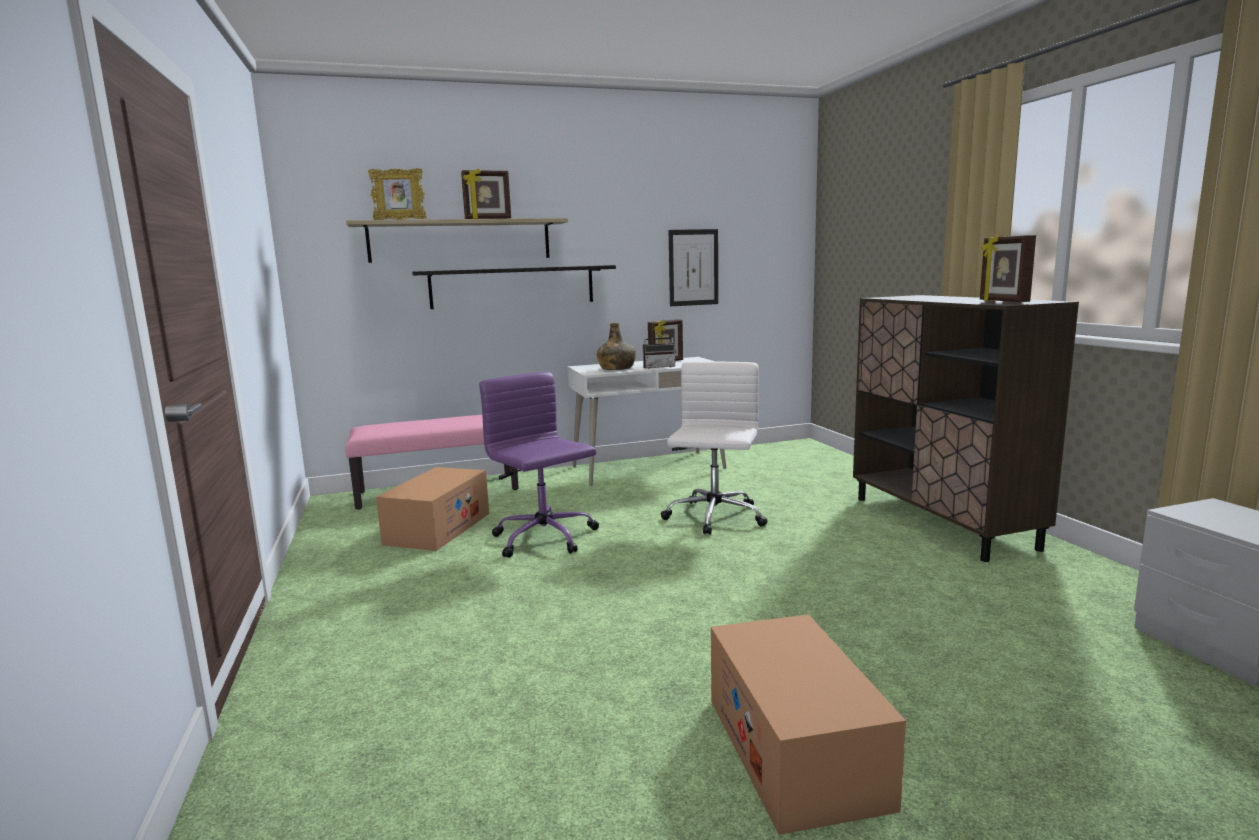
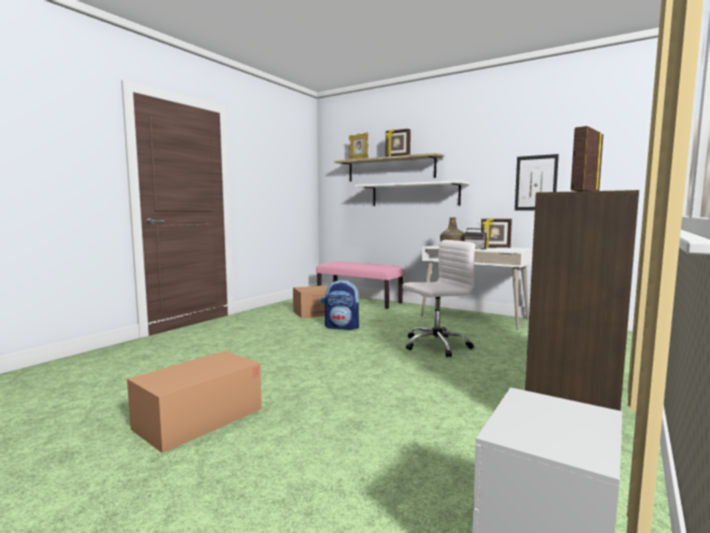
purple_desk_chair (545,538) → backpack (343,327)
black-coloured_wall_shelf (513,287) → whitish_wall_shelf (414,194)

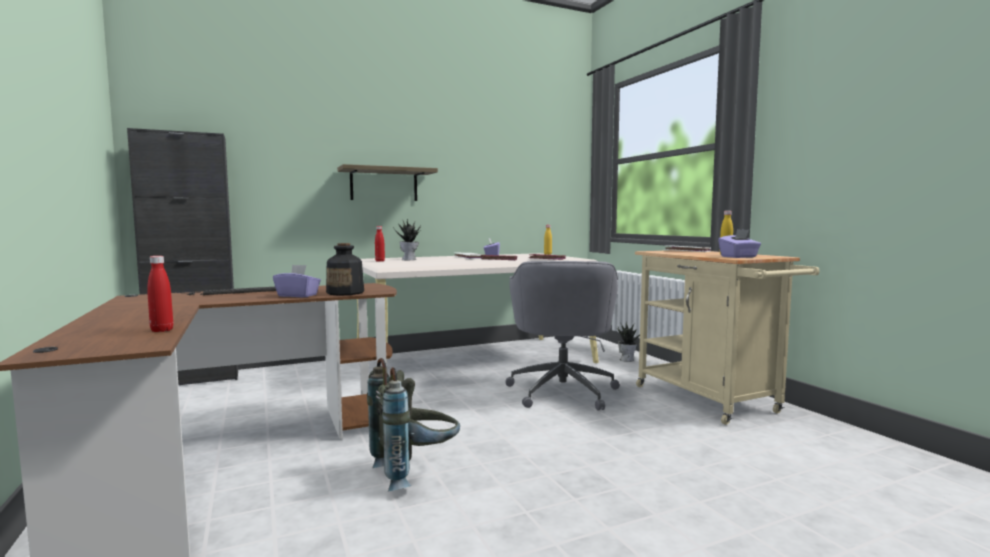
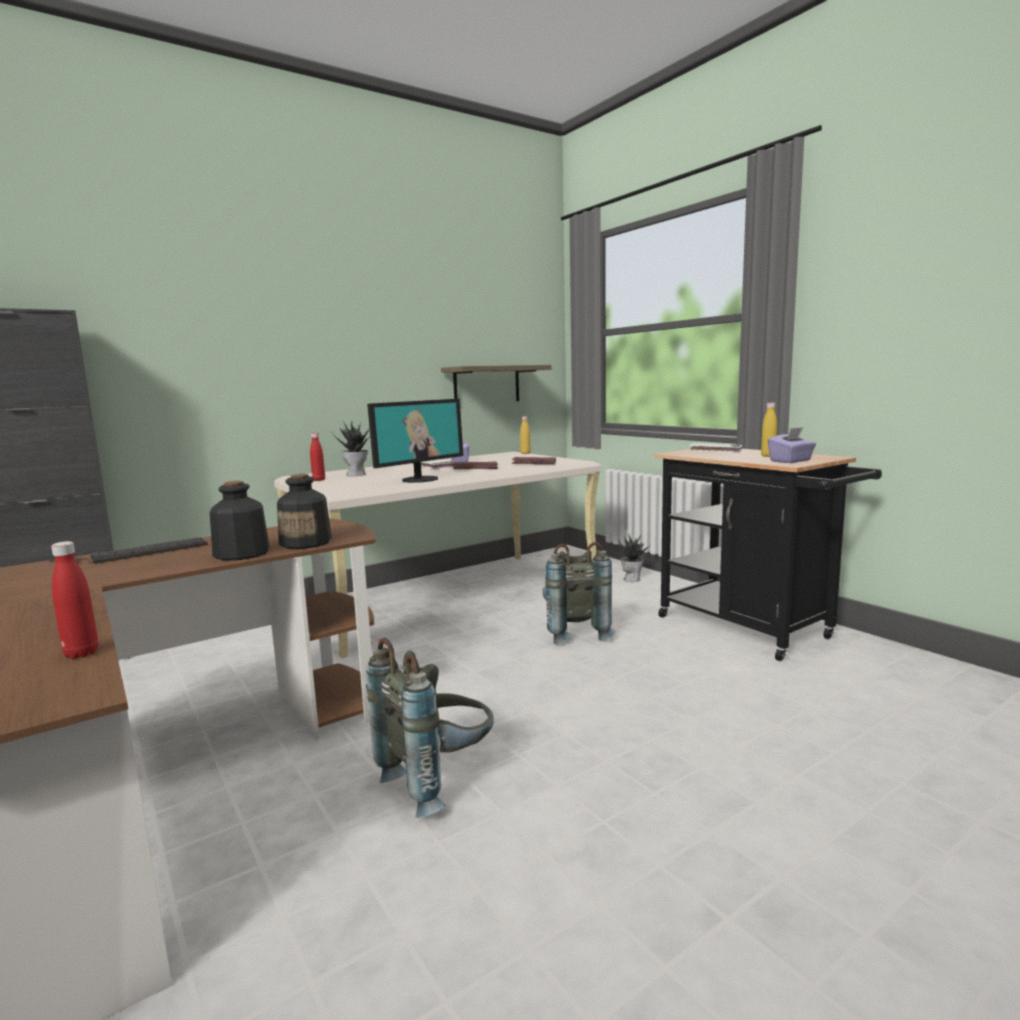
purple_tissue_box (298,295) → beverage_bottle (241,554)
- → computer_screen (419,479)
wall_shelf (384,184) → wall_shelf (486,384), move
grey_desk_chair (562,391) → grey_backpack (574,632)
beige-coloured_cart (712,401) → black-coloured_cart (752,630)

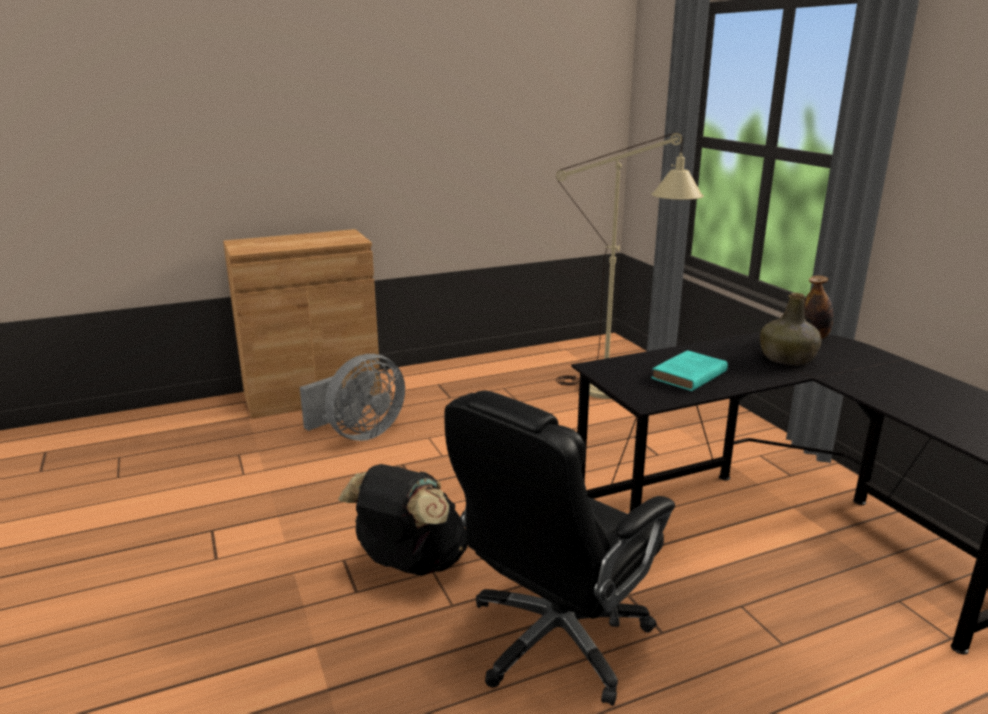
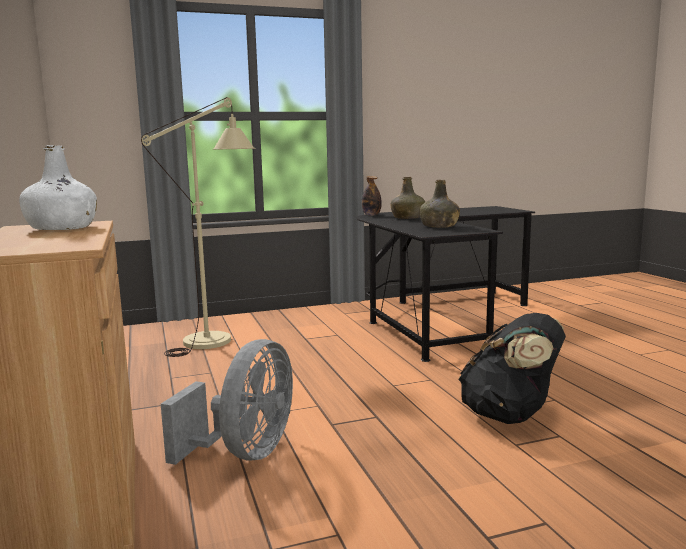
- → whitish_beverage_bottle (62,228)
grey_cooling_fan (359,434) → grey_cooling_fan (246,453), 60 degrees clockwise
turquoise_book (688,376) → green-coloured_beverage_bottle (439,226)
black-coloured_desk_chair (555,639) → -

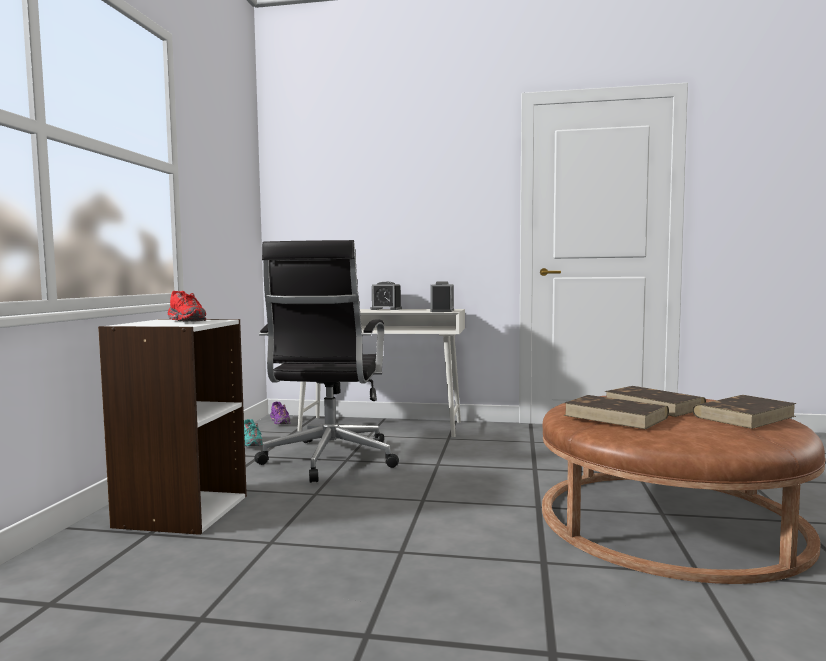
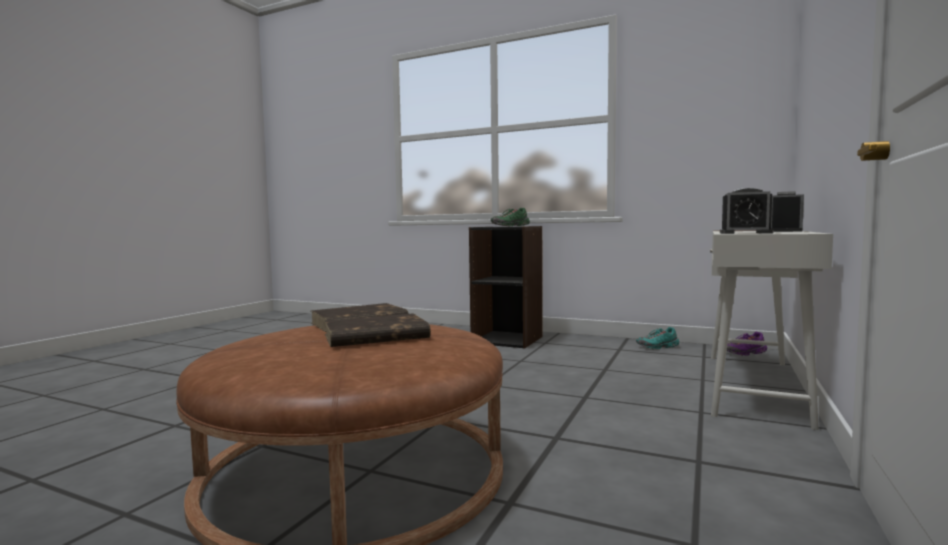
whitish_shelving_unit (181,511) → black-coloured_shelving_unit (507,339)
reddish_shoe (187,321) → green-coloured_shoe (510,226)
black-coloured_desk_chair (329,460) → -
brown-coloured_book (744,416) → -

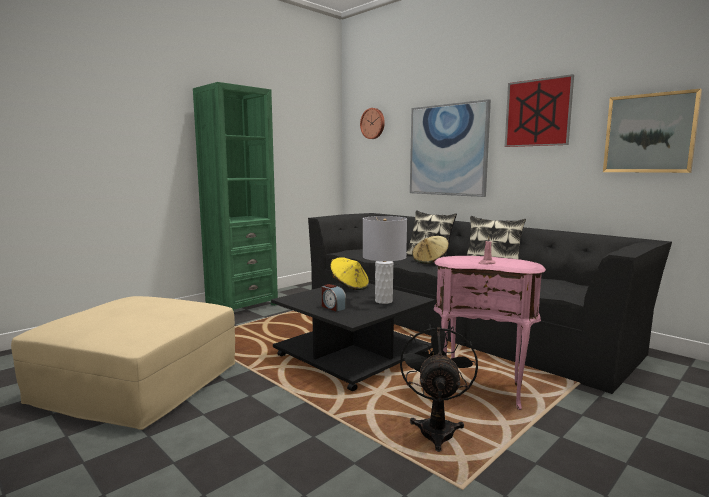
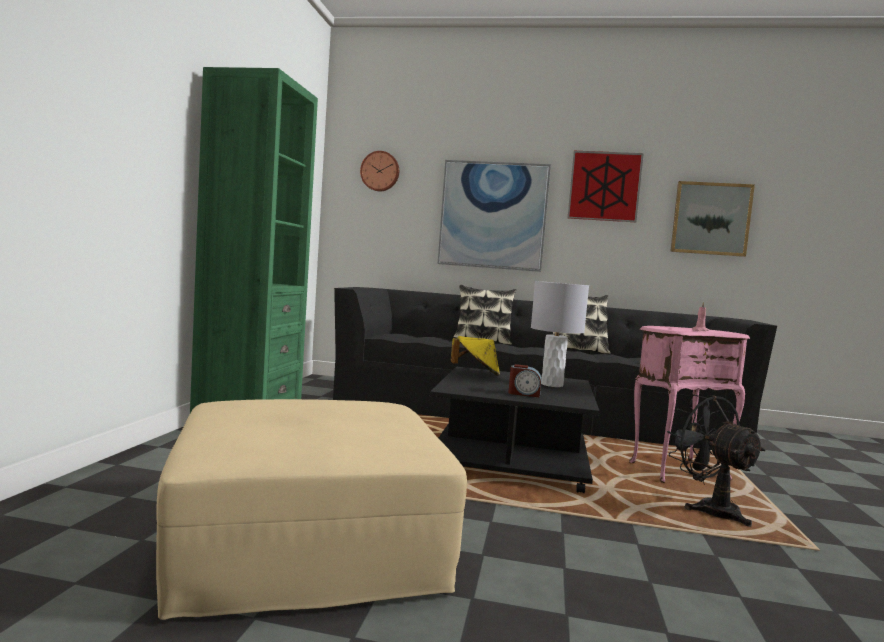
beige-coloured_wearable_hat (430,261) → -

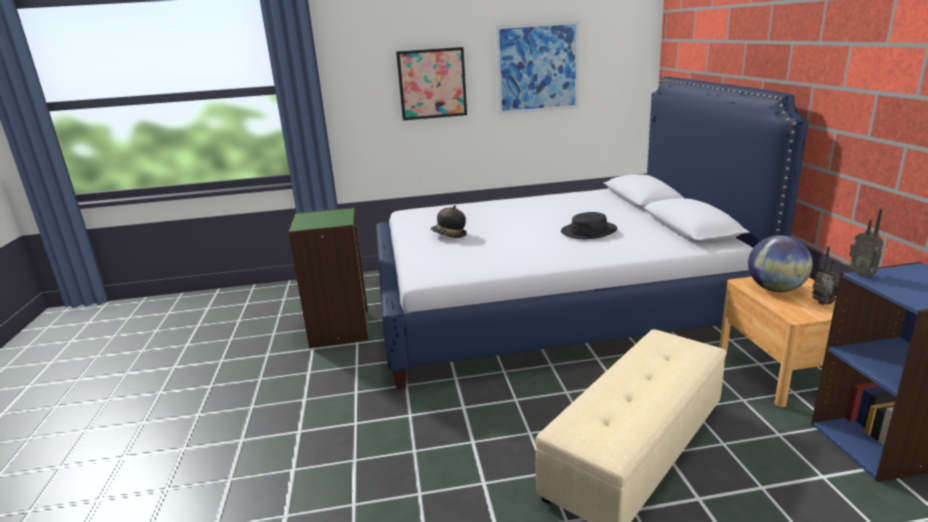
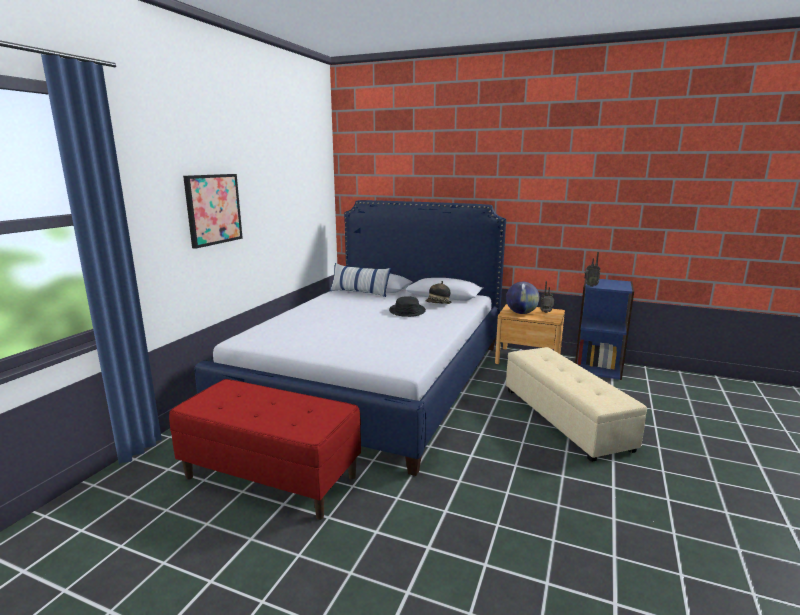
green-coloured_shelving_unit (341,330) → reddish_indoor_bench (271,477)
- → pillow (359,292)
wearable_hat (449,235) → wearable_hat (438,304), move
wall_art (538,68) → -

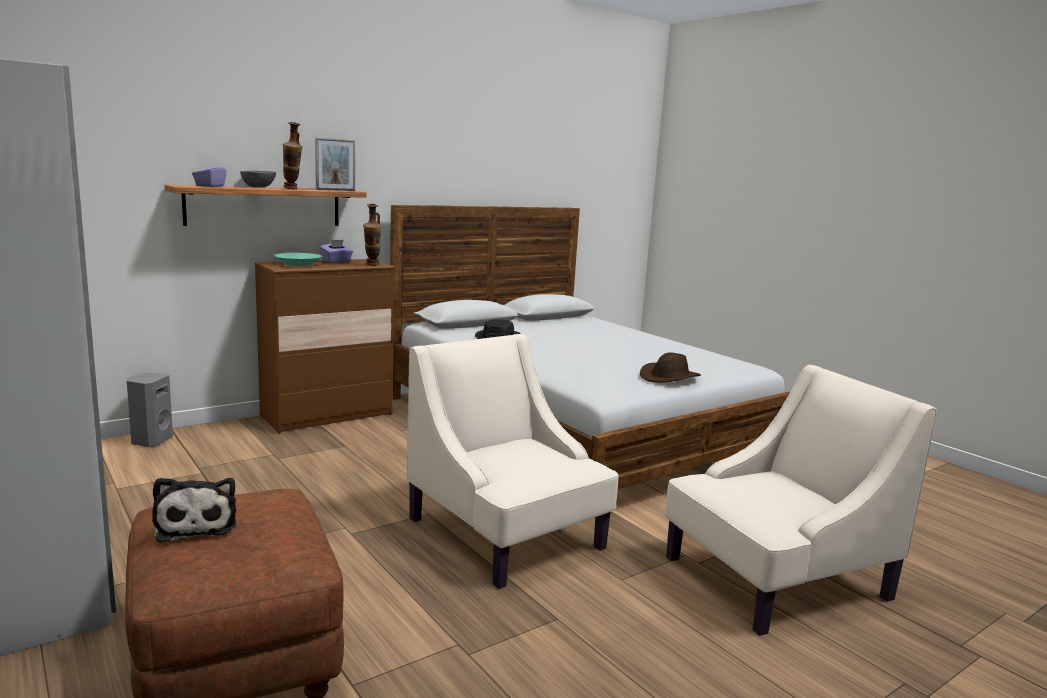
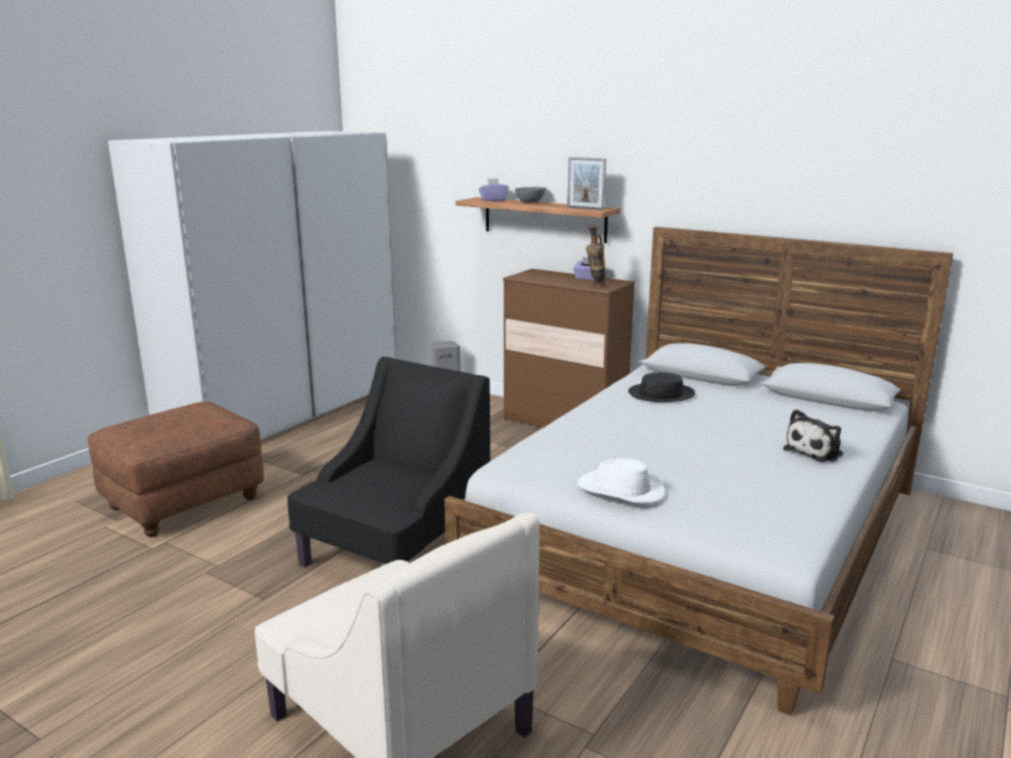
beige-coloured_lounge_chair (506,534) → black-coloured_lounge_chair (395,549)
brown-coloured_wearable_hat (669,377) → whitish_wearable_hat (620,490)
plush_toy (196,524) → plush_toy (815,451), move
turquoise_serving_bowl (298,264) → -
decorative_vase (292,189) → -

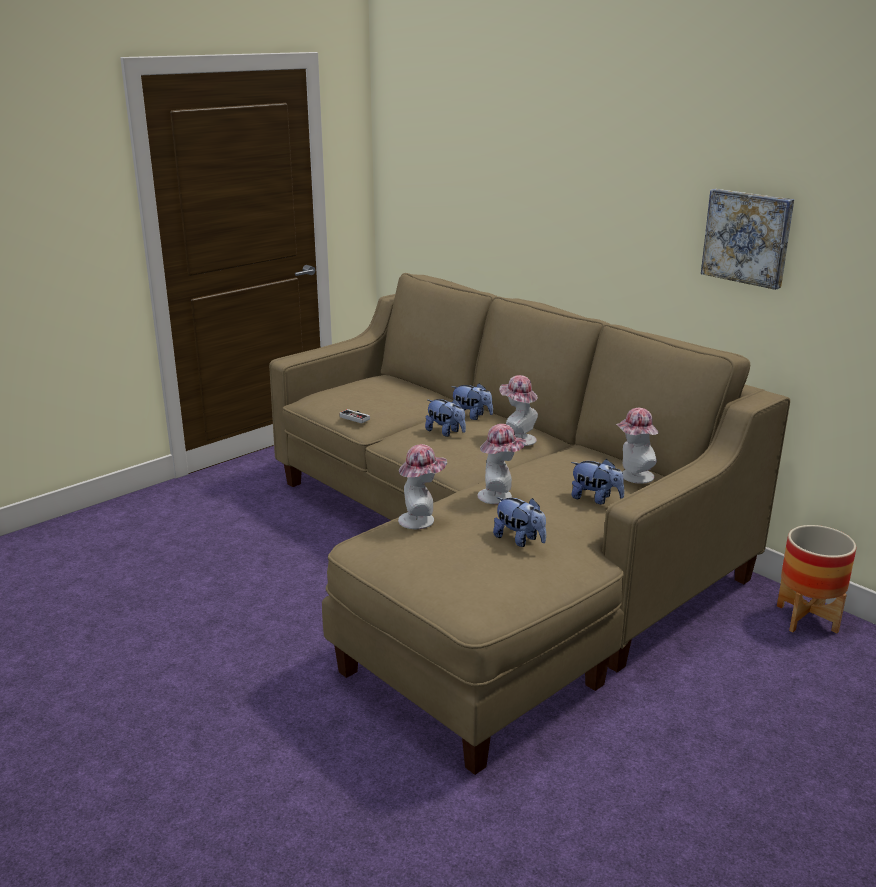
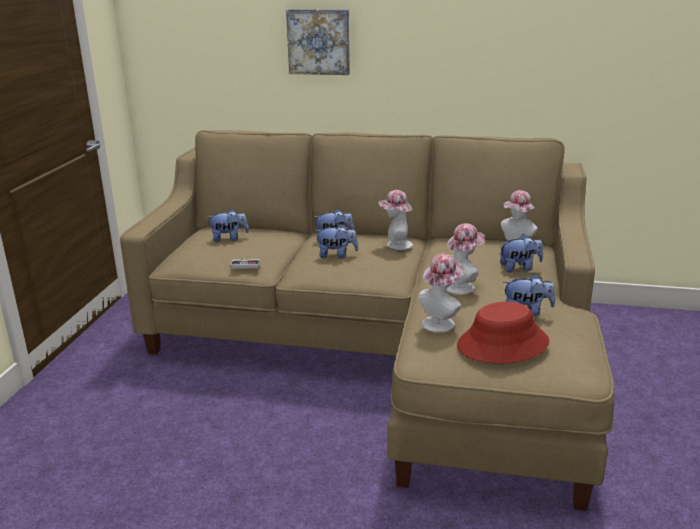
- → plush_toy (229,239)
wall_art (748,237) → wall_art (319,41), move
- → reddish_wearable_hat (503,344)
flower_pot (807,619) → -

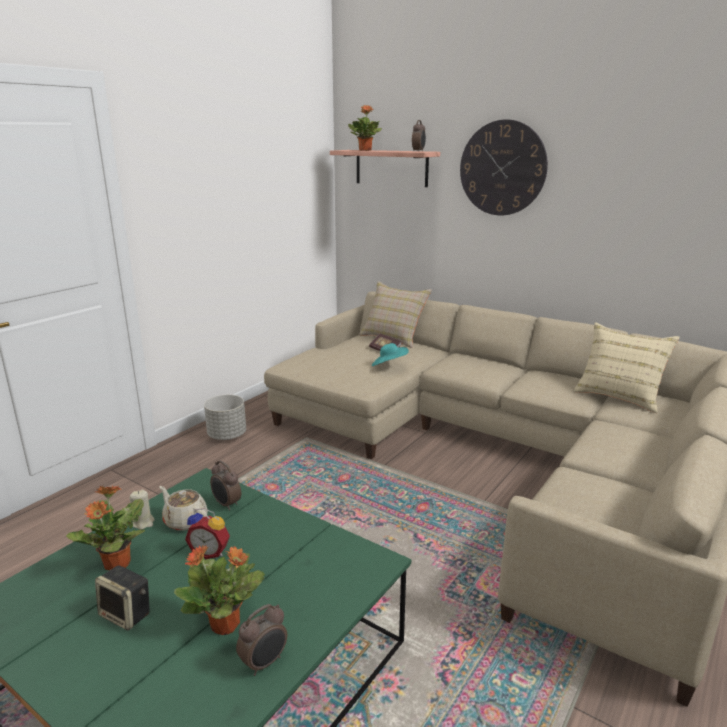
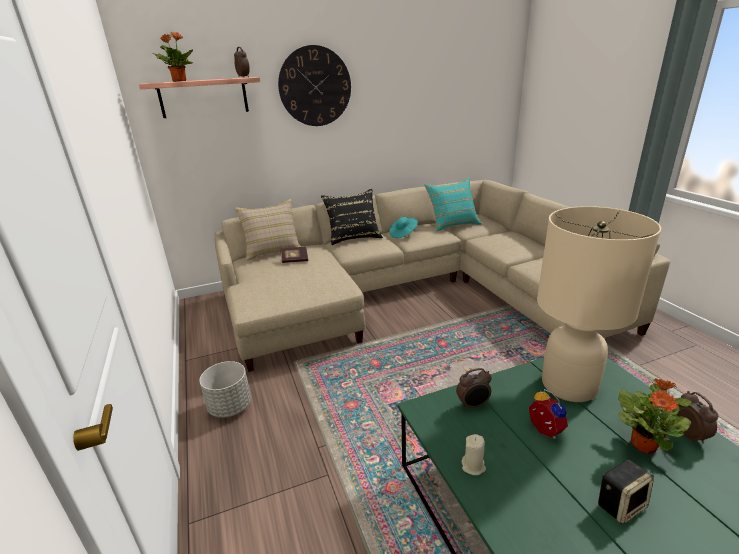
- → black-coloured_pillow (353,237)
turquoise_wearable_hat (389,365) → turquoise_wearable_hat (403,234), move
beige-coloured_pillow (619,395) → turquoise_pillow (452,224)
table_clock (211,552) → table_clock (543,431), 75 degrees counterclockwise
- → beige-coloured_lamp_for_a_table (569,385)
houseplant (116,564) → -
beige-coloured_teapot (185,520) → -

